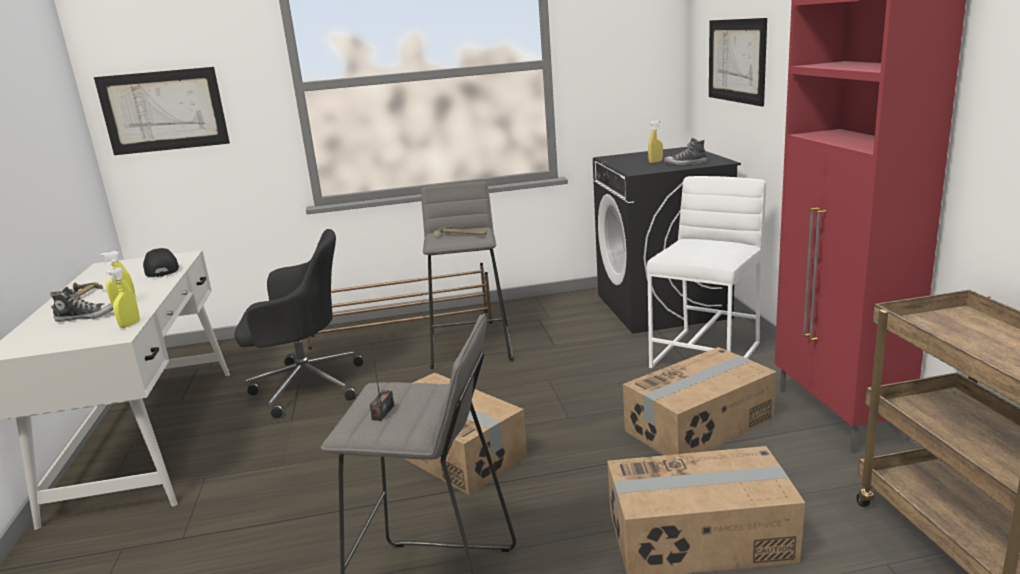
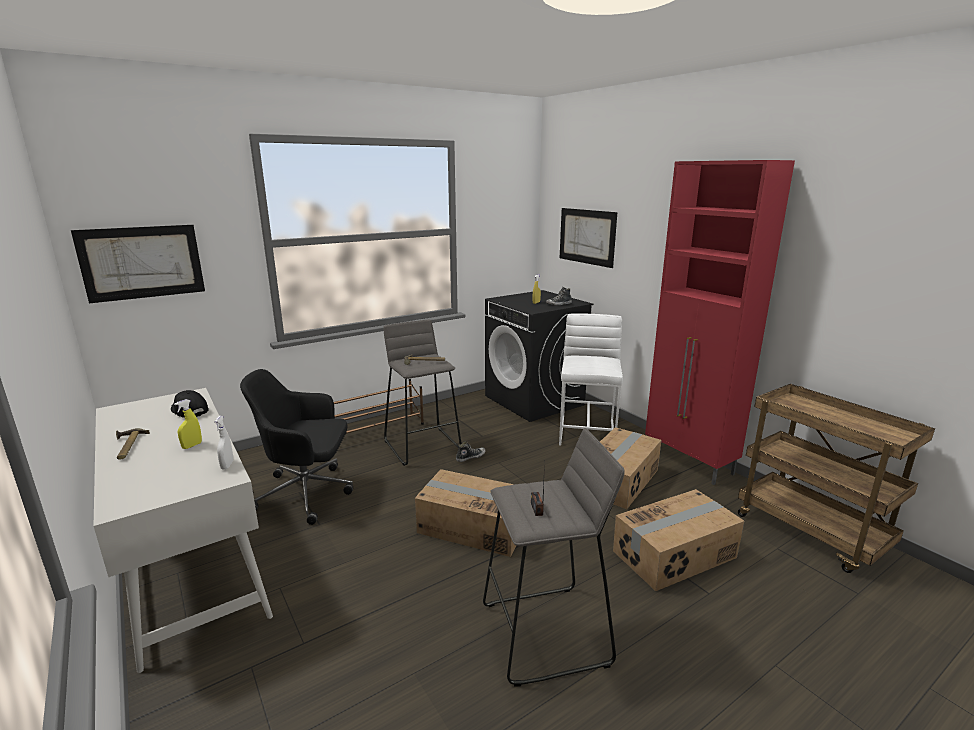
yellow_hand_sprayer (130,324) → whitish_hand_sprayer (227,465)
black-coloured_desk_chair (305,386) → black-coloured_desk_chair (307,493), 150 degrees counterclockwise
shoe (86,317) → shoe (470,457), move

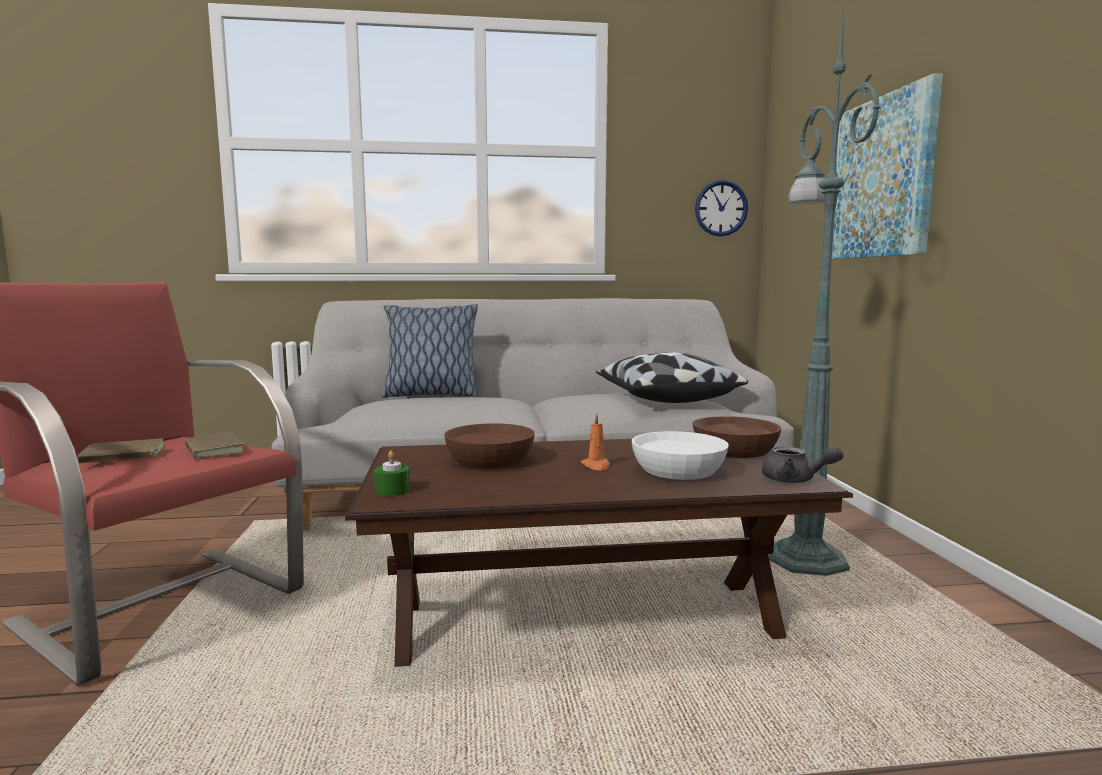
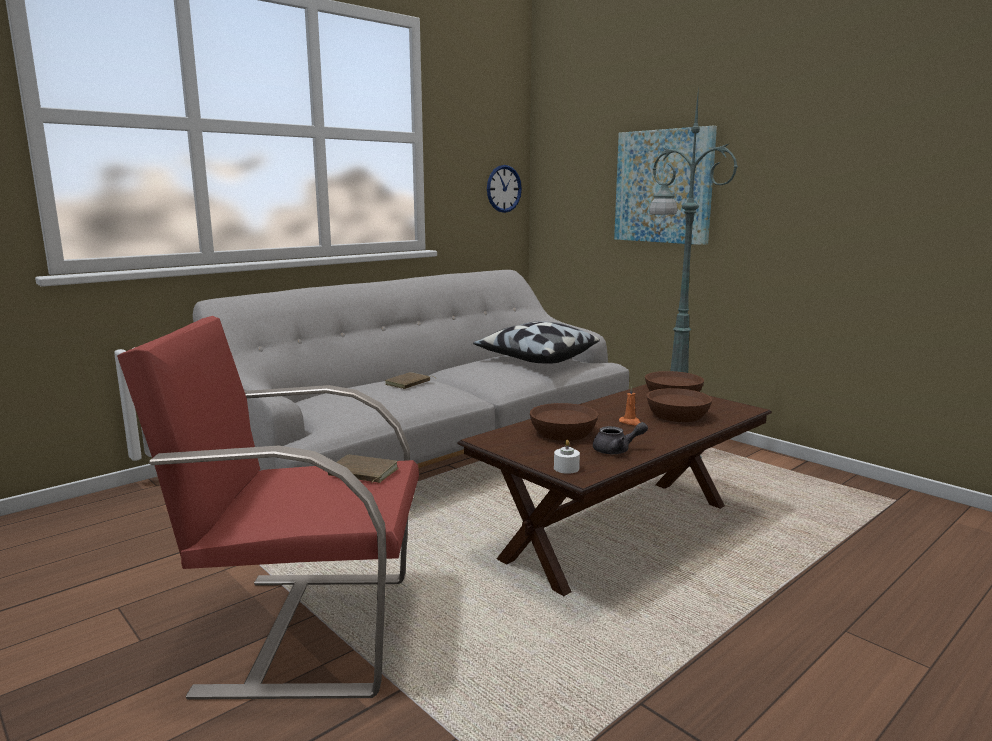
brown-coloured_book (122,456) → brown-coloured_book (408,383), move
green-coloured_wax_candle (392,490) → whitish_wax_candle (566,468)
grey_teapot (795,480) → grey_teapot (617,450), move
whitish_serving_bowl (679,471) → brown-coloured_serving_bowl (678,416)
pillow (430,395) → -

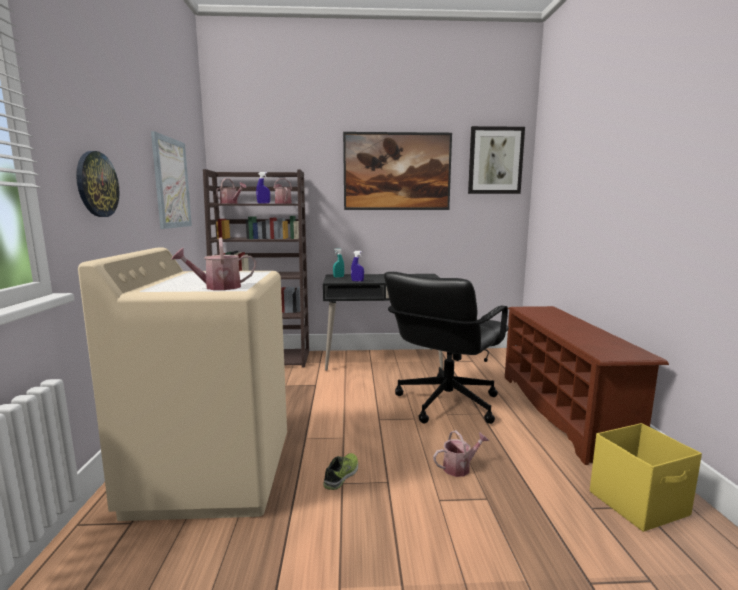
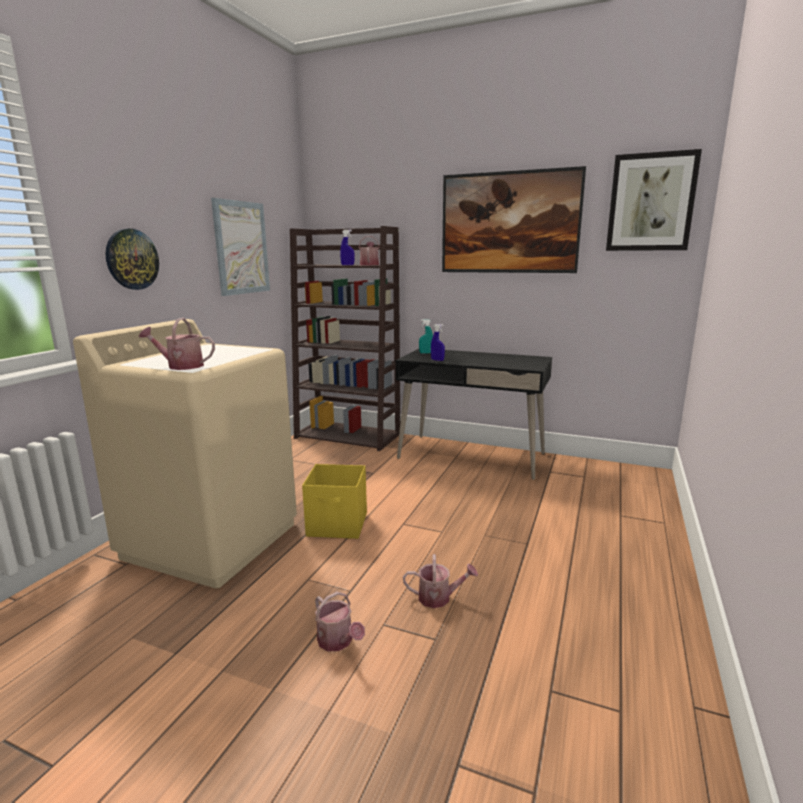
yellow_storage_container (639,504) → yellow_storage_container (338,525), move
watering_can (231,203) → watering_can (338,642), move
shoe (342,475) → -
black-coloured_desk_chair (446,403) → -
brown-coloured_shoe_stand (563,412) → -

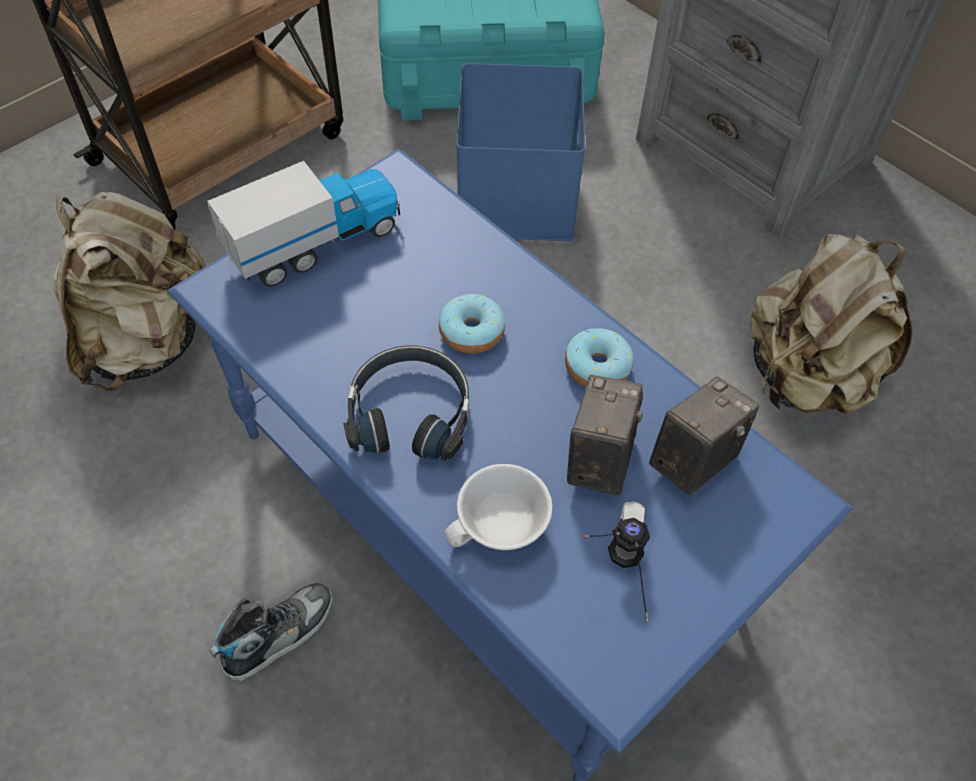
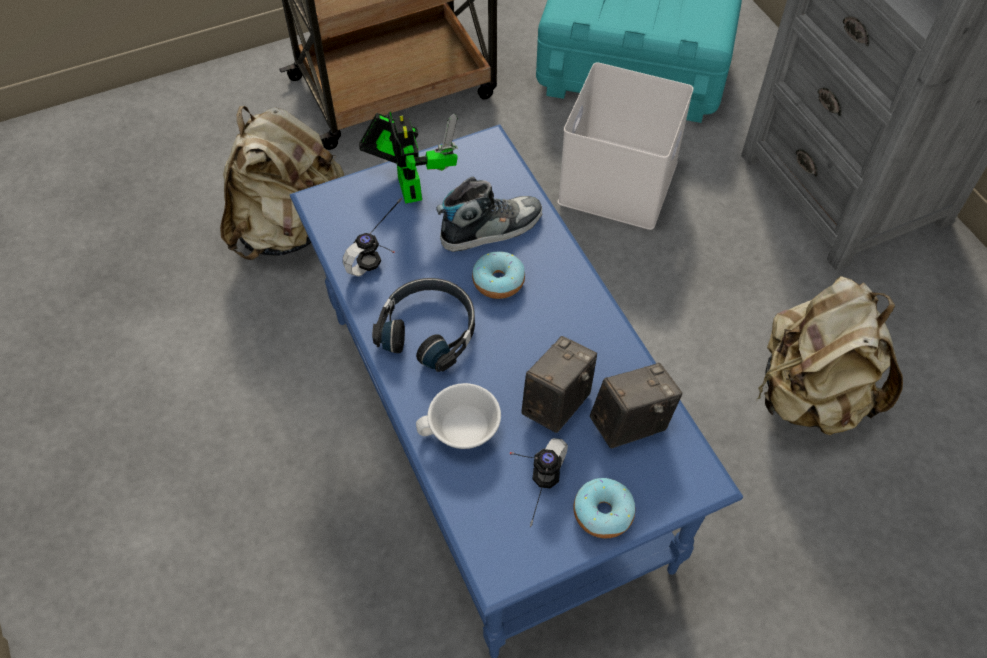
- → headset (386,260)
model_truck (316,242) → toy_robot (408,184)
shoe (279,634) → shoe (491,228), move
blue-coloured_storage_container (518,198) → whitish_storage_container (619,184)
donut (597,367) → donut (603,513), move

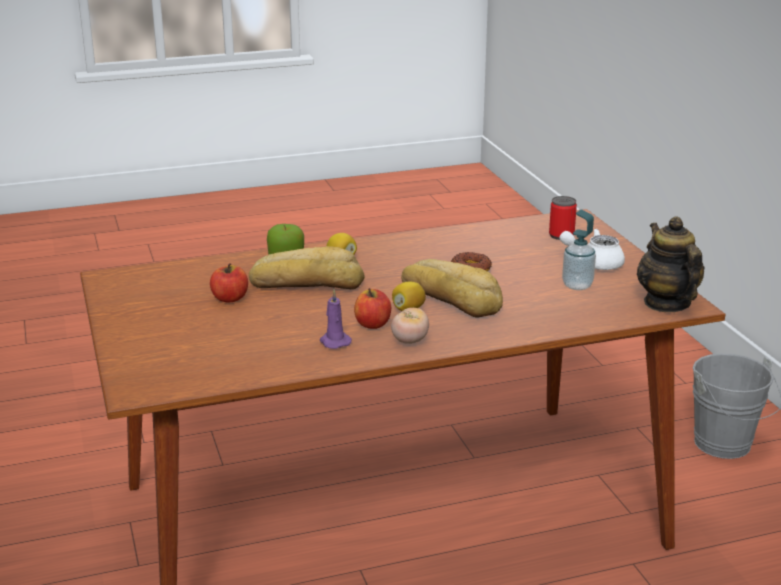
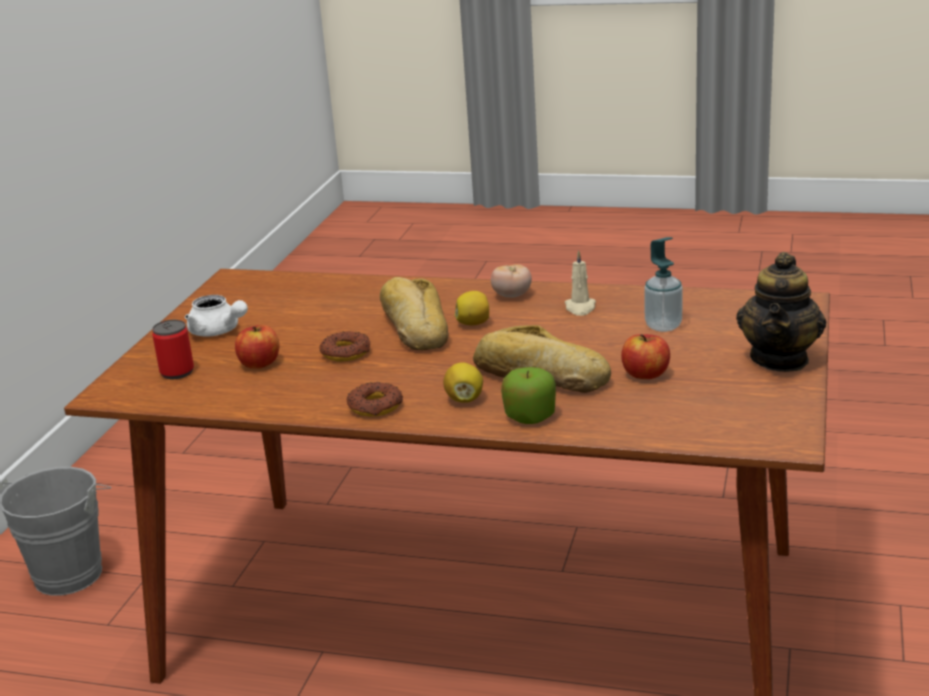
apple (372,324) → apple (259,364), move
- → donut (375,406)
purple_wax_candle (334,341) → beige-coloured_wax_candle (580,308)
soap_bottle (577,285) → soap_bottle (663,326), move
teapot (666,303) → teapot (780,359), move

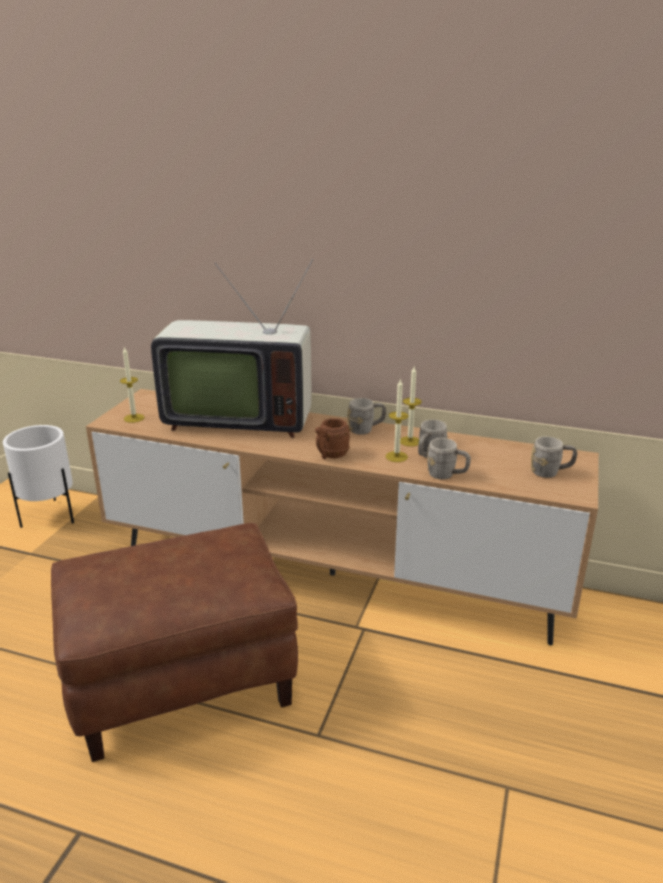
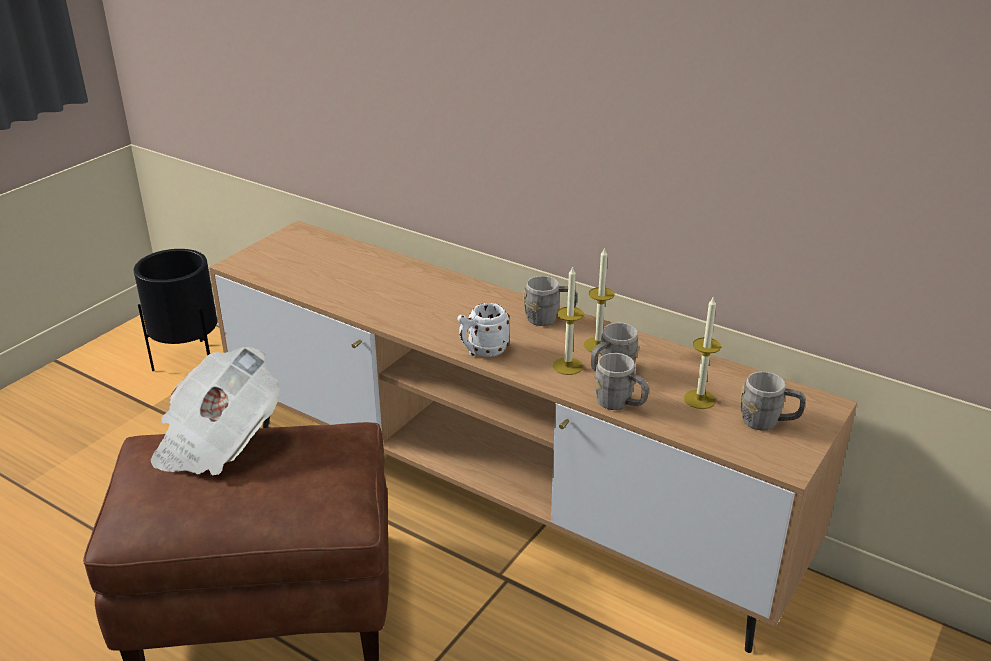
whitish_flower_pot (49,517) → black-coloured_flower_pot (188,362)
- → newspaper (217,441)
brown-coloured_tea_mug (330,455) → whitish_tea_mug (482,351)
wax_candle (134,418) → wax_candle (699,399), move
TV_set (237,419) → -

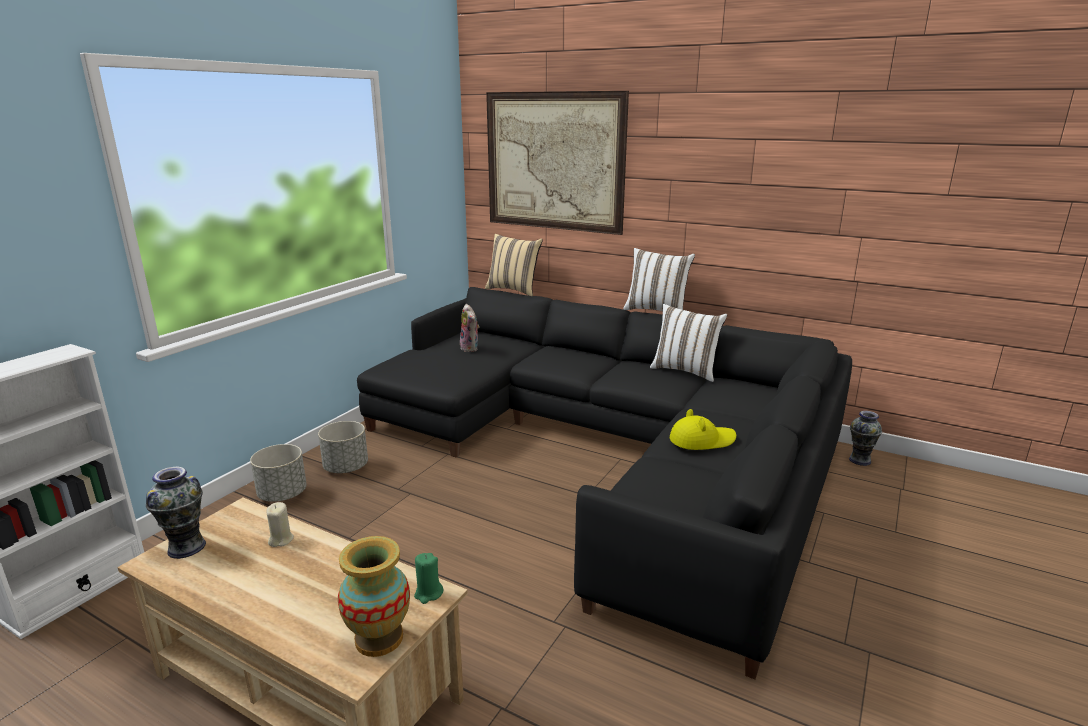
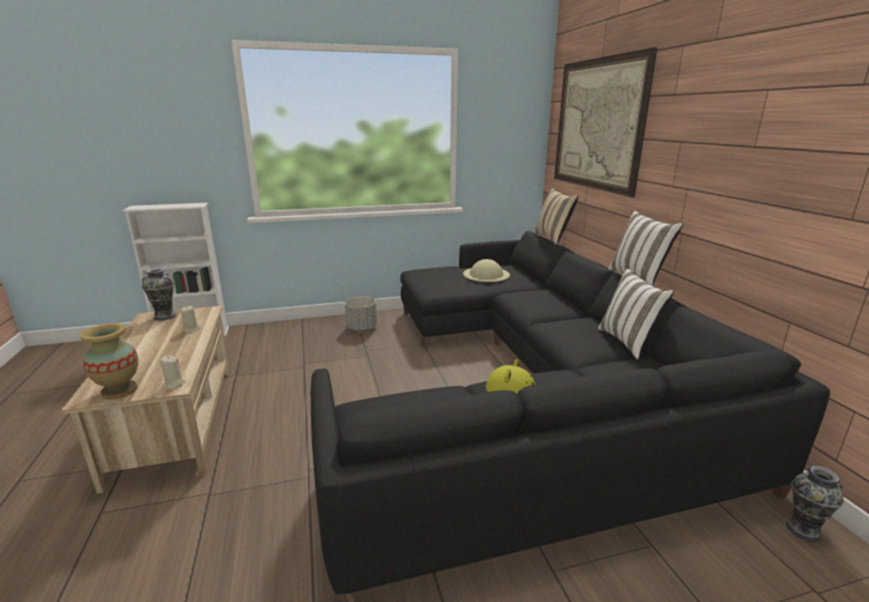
green-coloured_wax_candle (428,593) → beige-coloured_wax_candle (173,384)
plush_toy (471,348) → beige-coloured_wearable_hat (486,274)
grey_flower_pot (282,494) → -

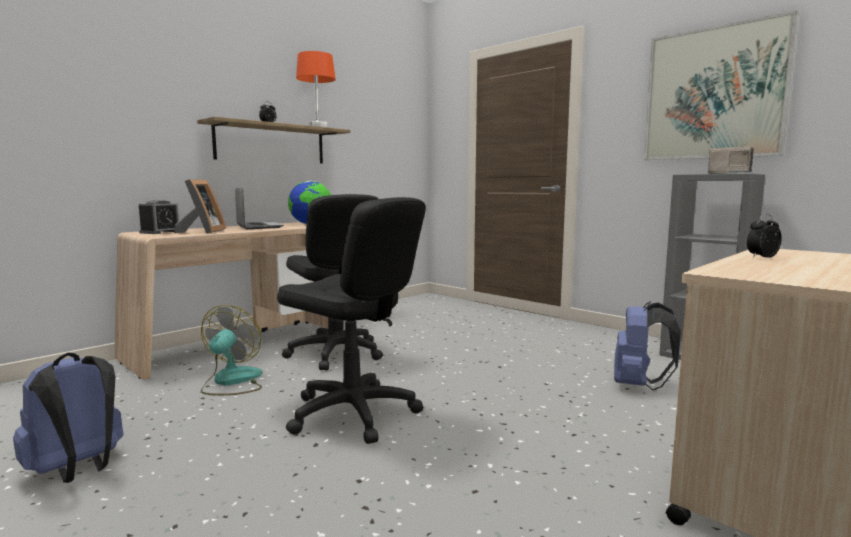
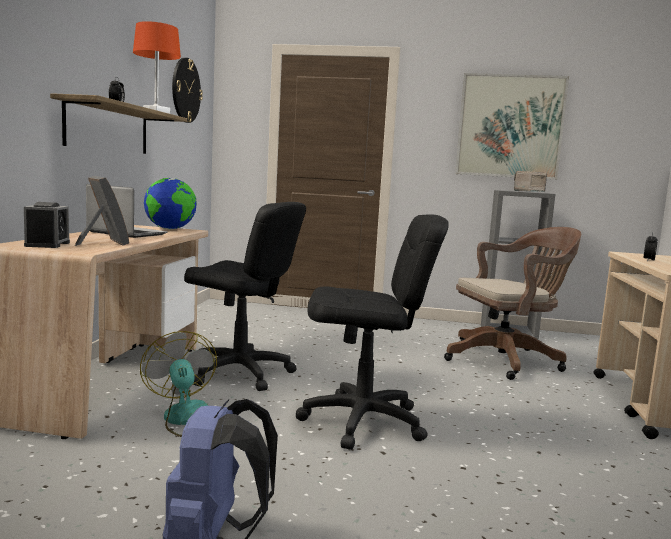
- → wall_clock (185,90)
blue-coloured_backpack (638,385) → brown-coloured_desk_chair (507,360)

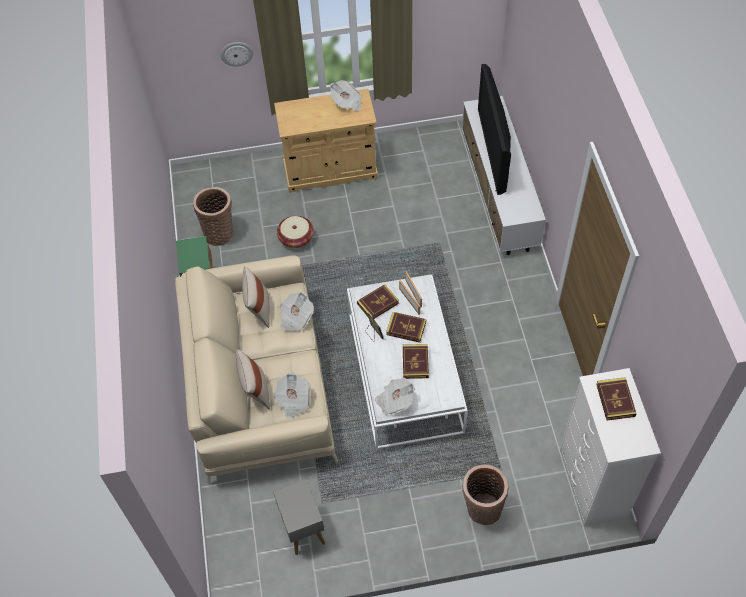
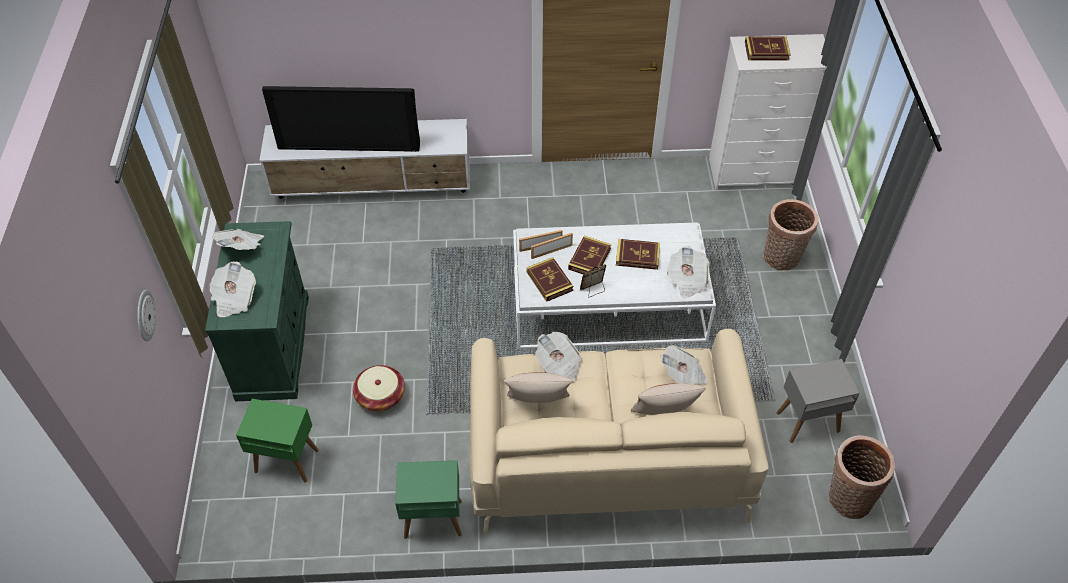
beige-coloured_storage_cabinet (330,170) → green-coloured_storage_cabinet (274,347)
- → newspaper (234,299)
- → green-coloured_accent_table (286,461)
basket (219,233) → basket (847,498), move

